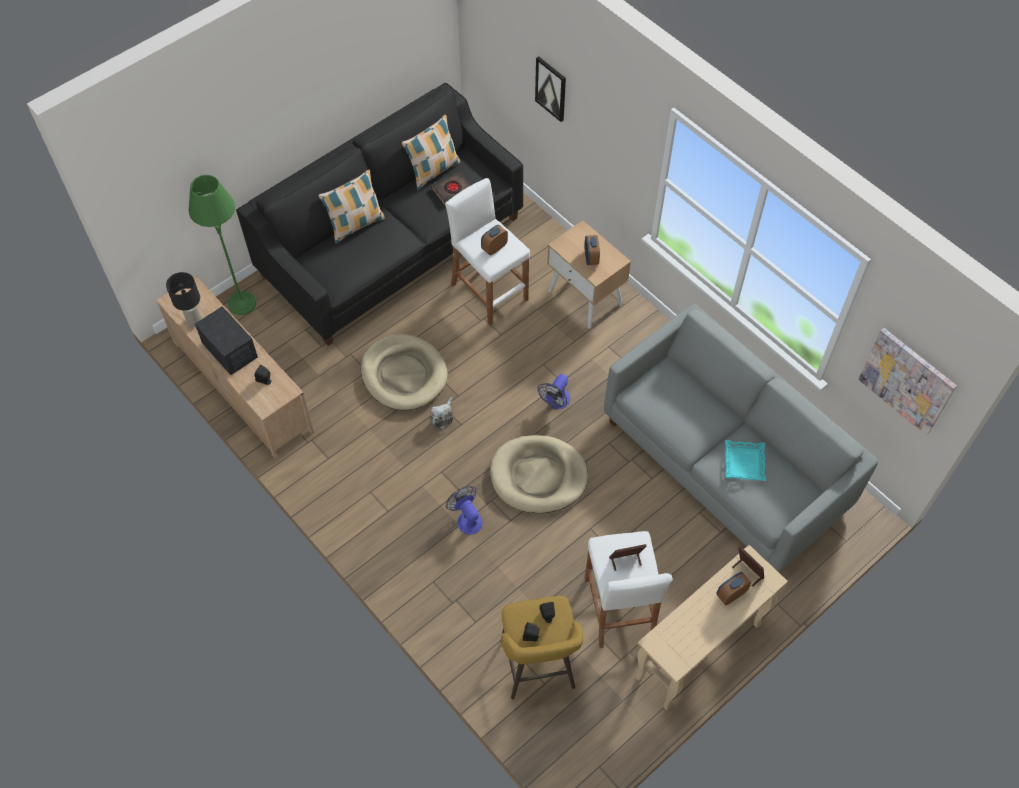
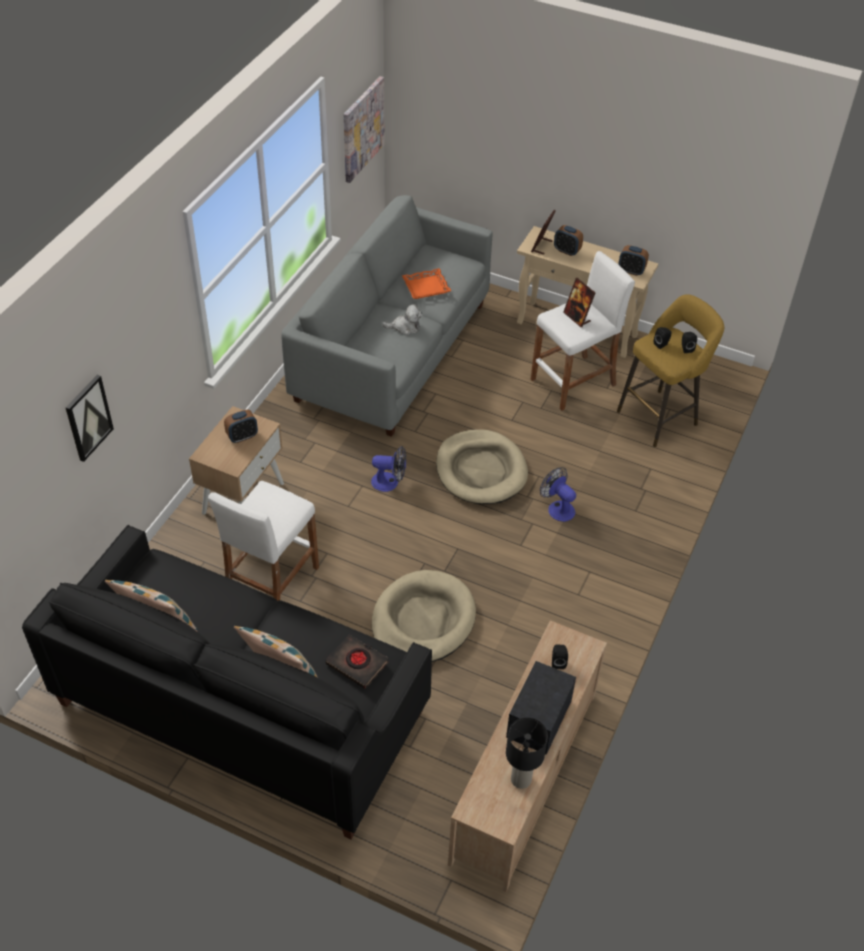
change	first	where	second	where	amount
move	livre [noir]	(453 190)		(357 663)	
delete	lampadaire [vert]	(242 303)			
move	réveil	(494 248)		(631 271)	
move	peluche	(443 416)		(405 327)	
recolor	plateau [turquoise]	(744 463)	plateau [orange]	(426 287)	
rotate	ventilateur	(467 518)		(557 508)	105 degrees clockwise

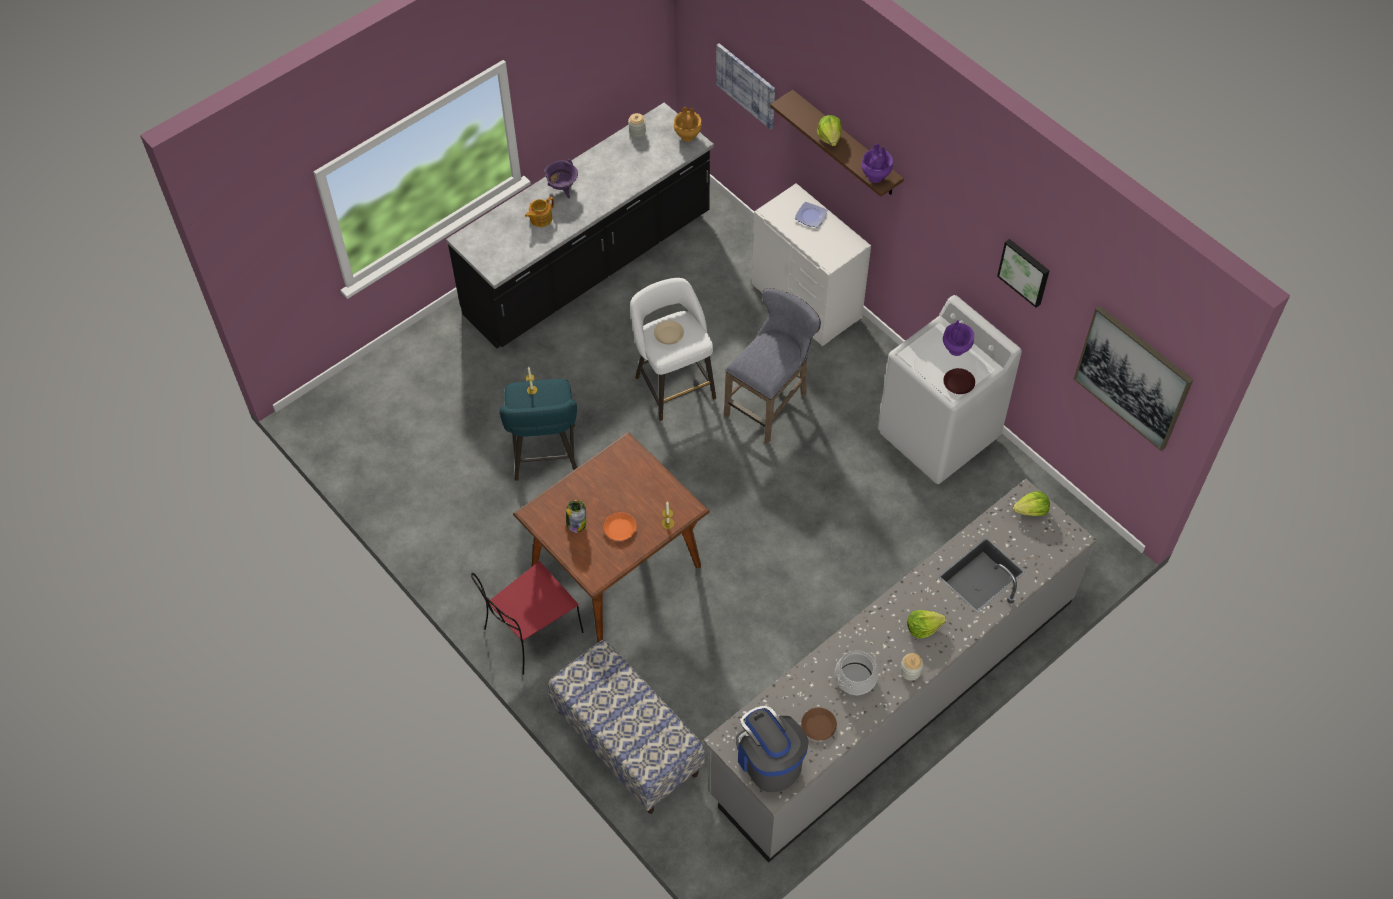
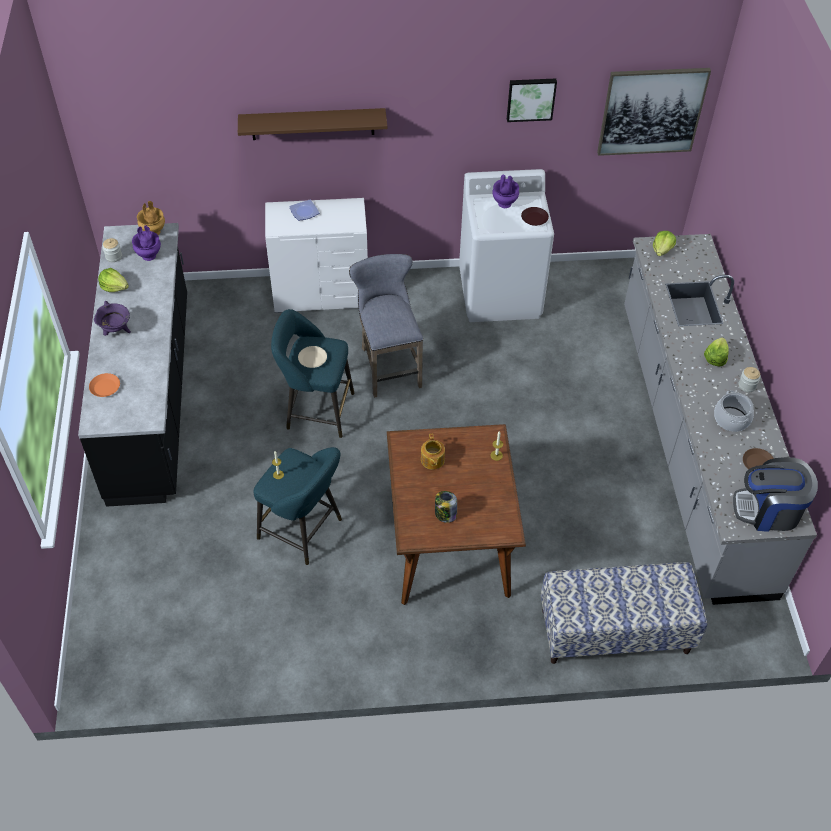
change	first	where	second	where	amount
delete	tableau	(746 85)			
move	laitue	(830 137)		(114 287)	
move	vase [violet]	(876 177)		(149 255)	
move	théière	(540 218)		(432 460)	
recolor	tabouret [blanc]	(673 384)	tabouret [turquoise]	(316 410)	
move	assiette [orange]	(620 528)		(105 387)	
delete	chaise [rouge]	(531 632)			

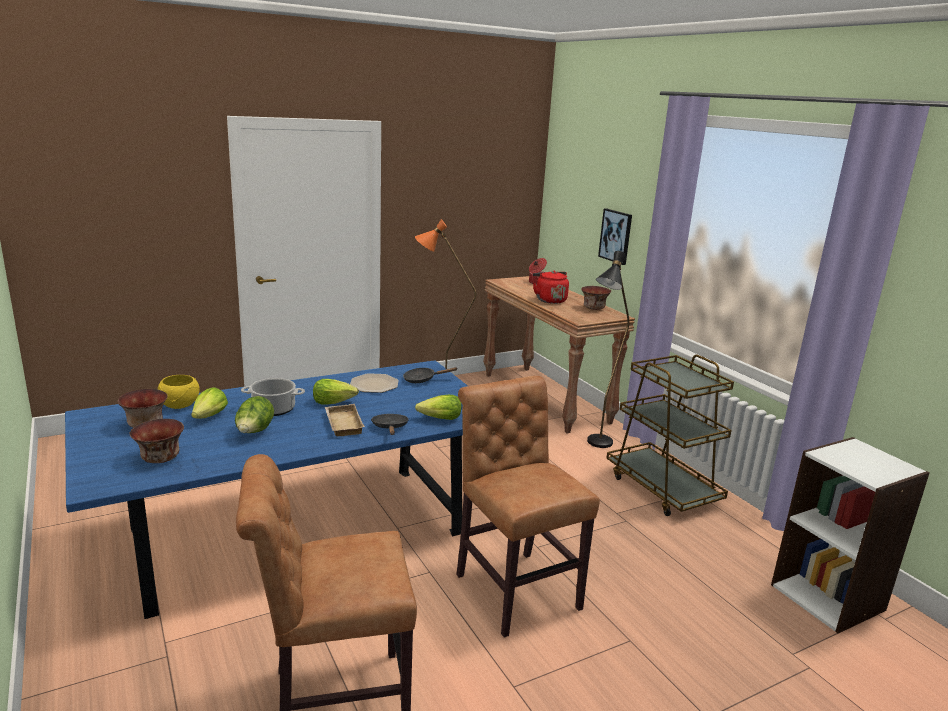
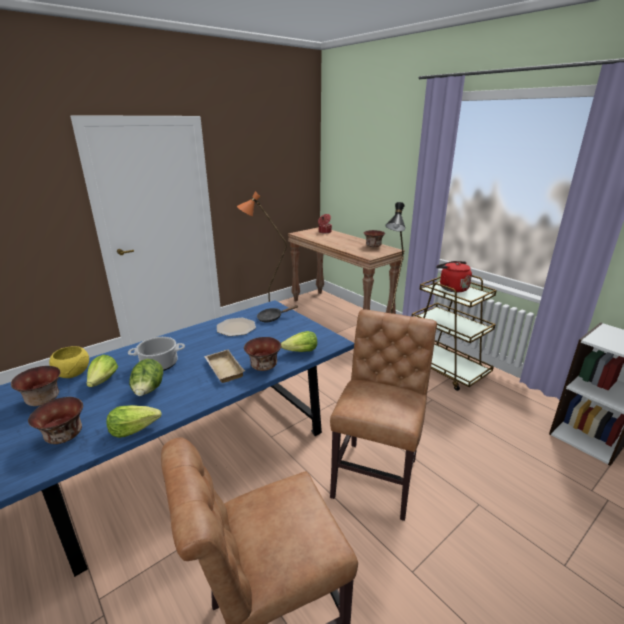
change	first	where	second	where	amount
delete	tableau	(616 236)			
move	bouilloire [rouge]	(549 300)		(451 288)	
rotate	chaise [marron]	(513 588)		(376 474)	60 degrees clockwise
move	laitue	(333 402)		(134 429)	
replace	poêle [noir]	(390 428)	bol	(264 366)	

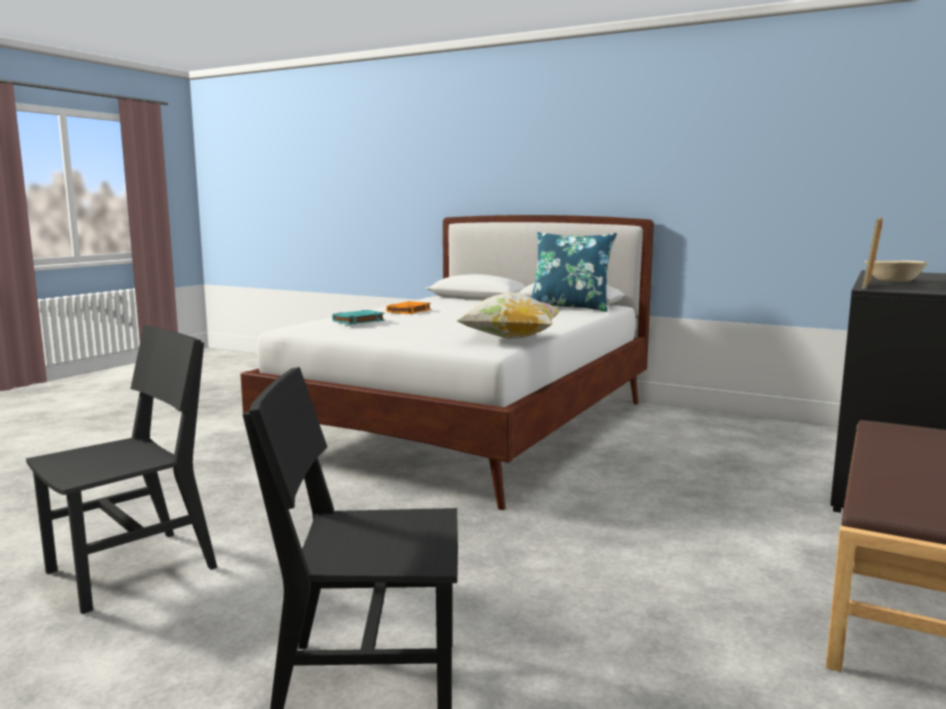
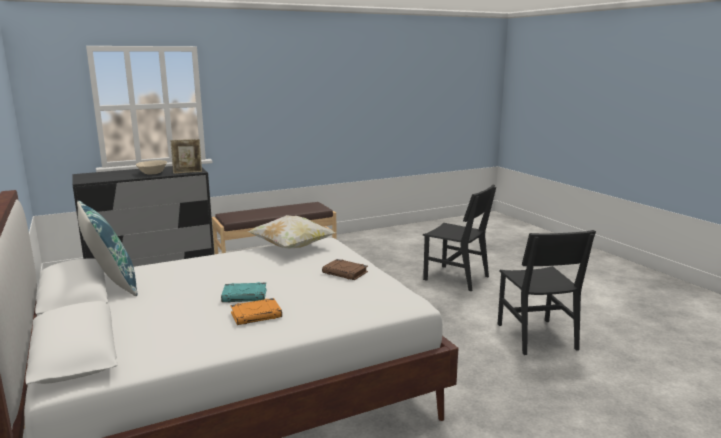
change	first	where	second	where	amount
move	livre [turquoise]	(358 321)		(245 296)	
rotate	chaise [noir]	(132 569)		(536 336)	90 degrees counterclockwise
insert			livre [marron]	(345 272)	

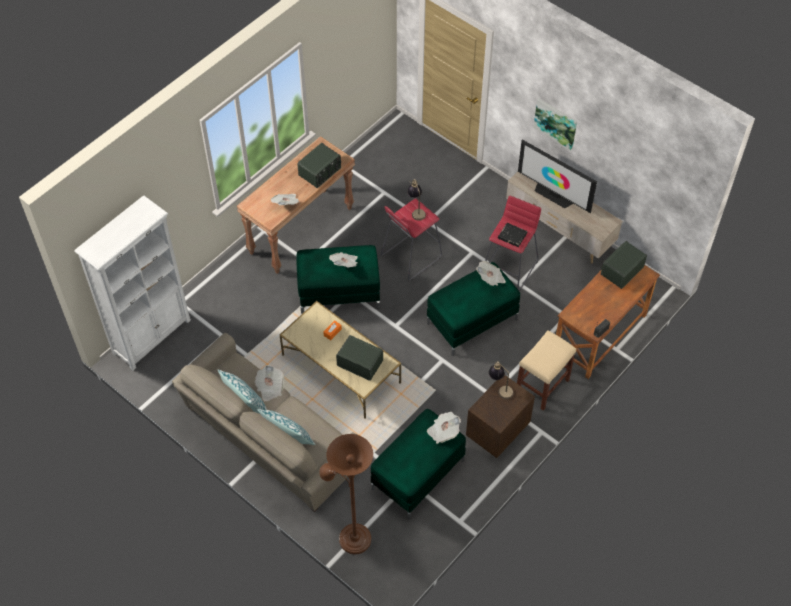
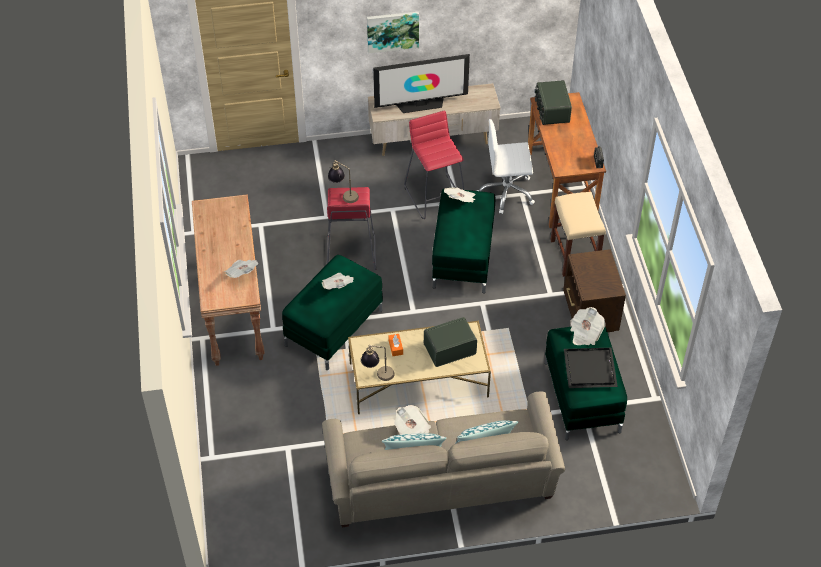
change	first	where	second	where	amount
delete	radio	(320 172)			
delete	bibliothèque [blanc]	(152 336)			
delete	livre [noir]	(512 236)			
move	lampe de table	(500 389)		(378 375)	
delete	lampadaire [marron]	(351 536)			
insert			chaise de bureau [blanc]	(506 192)	
insert			plateau [noir]	(591 369)	

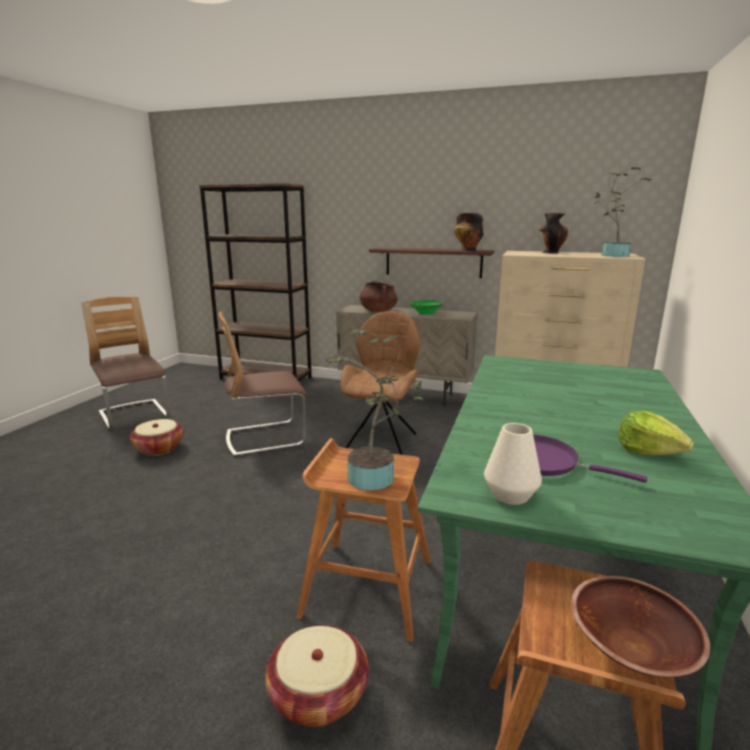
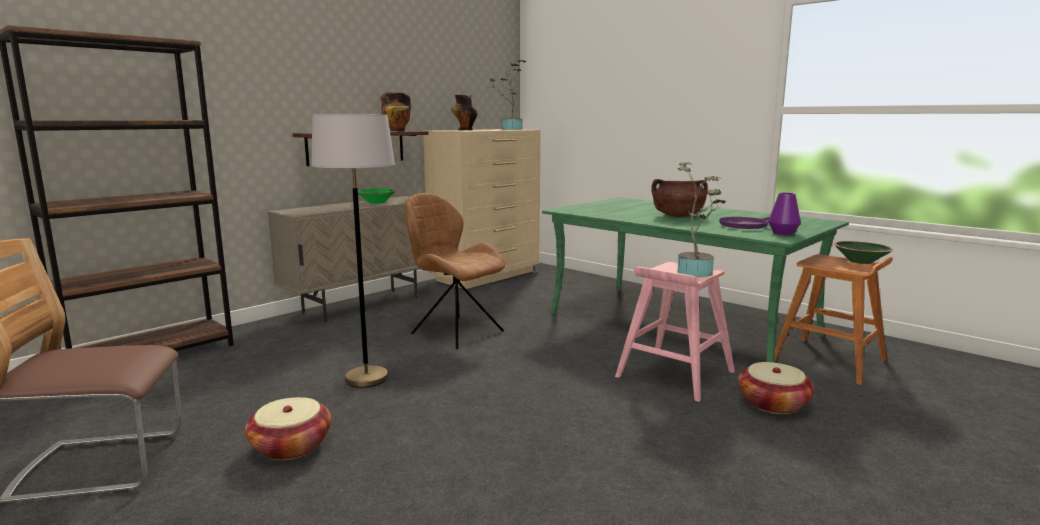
change	first	where	second	where	amount
move	marmite [marron]	(378 311)		(678 216)	
replace	chaise	(265 438)	lampadaire [gris]	(366 378)	
delete	laitue	(648 451)			
recolor	vase [blanc]	(510 495)	vase [violet]	(783 233)	
recolor	tabouret [marron]	(366 586)	tabouret [rose]	(674 374)	
recolor	bol [marron]	(630 649)	bol [vert]	(860 261)	

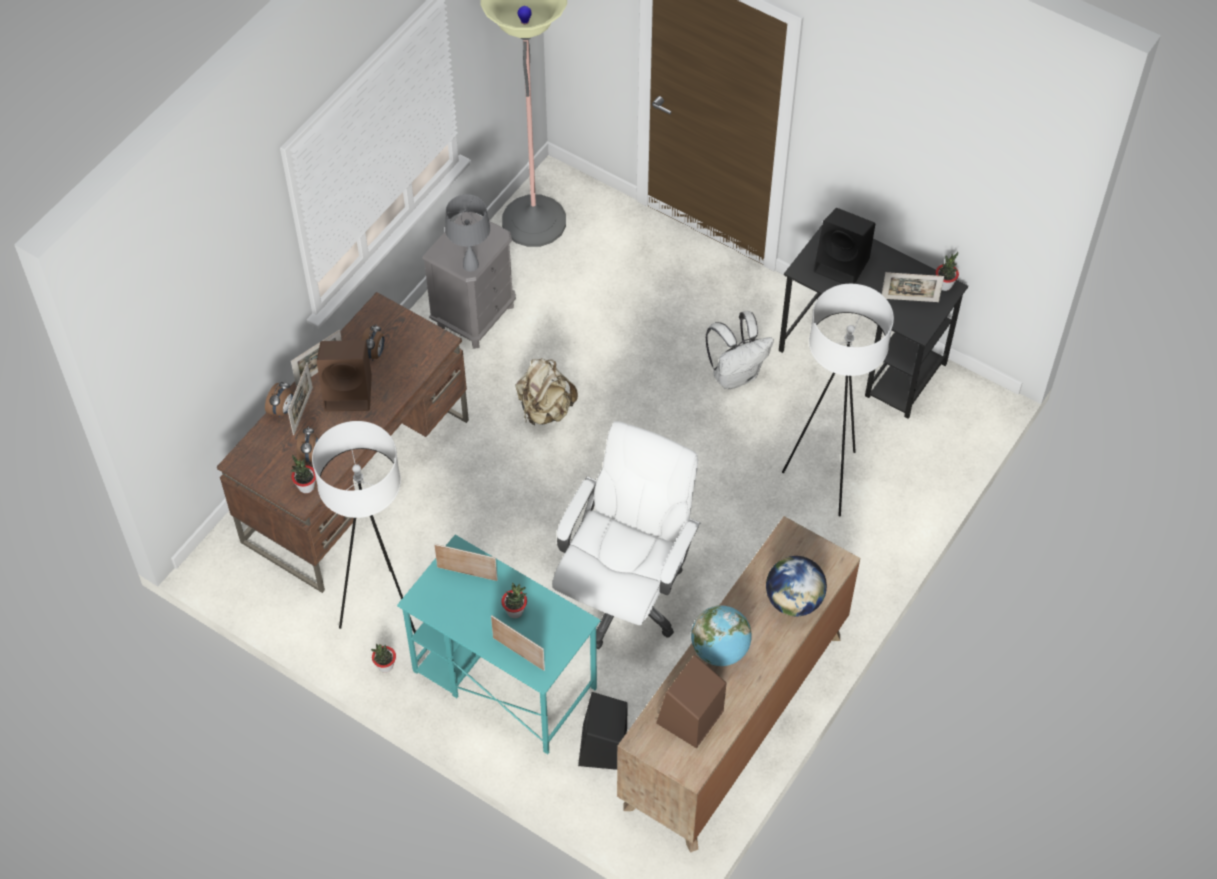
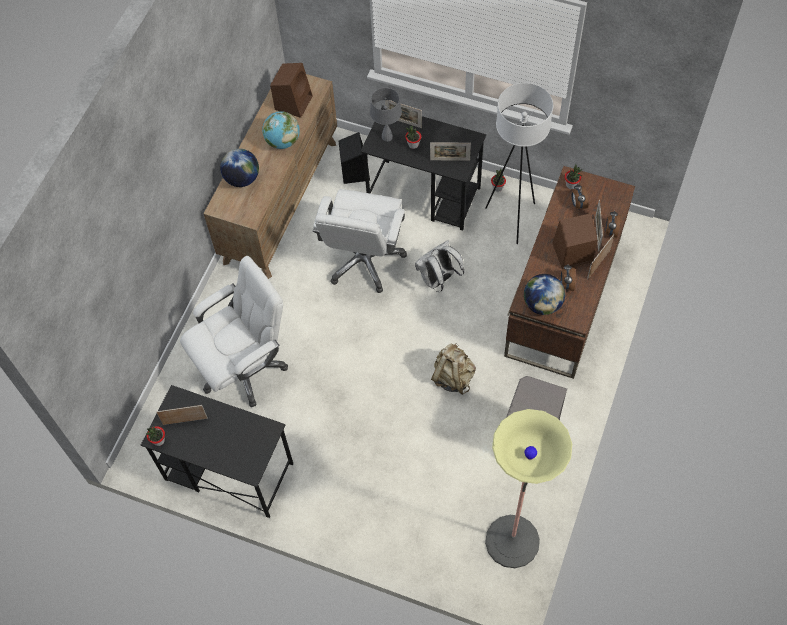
change	first	where	second	where	amount
move	lampe de table [gris]	(470 265)		(387 137)	
delete	enceinte [noir]	(843 265)			
replace	lampadaire [blanc]	(826 479)	chaise de bureau [blanc]	(244 367)	
move	sac à dos [blanc]	(736 375)		(438 280)	
recolor	bureau [turquoise]	(503 679)	bureau [noir]	(424 195)	
insert			globe	(542 304)	

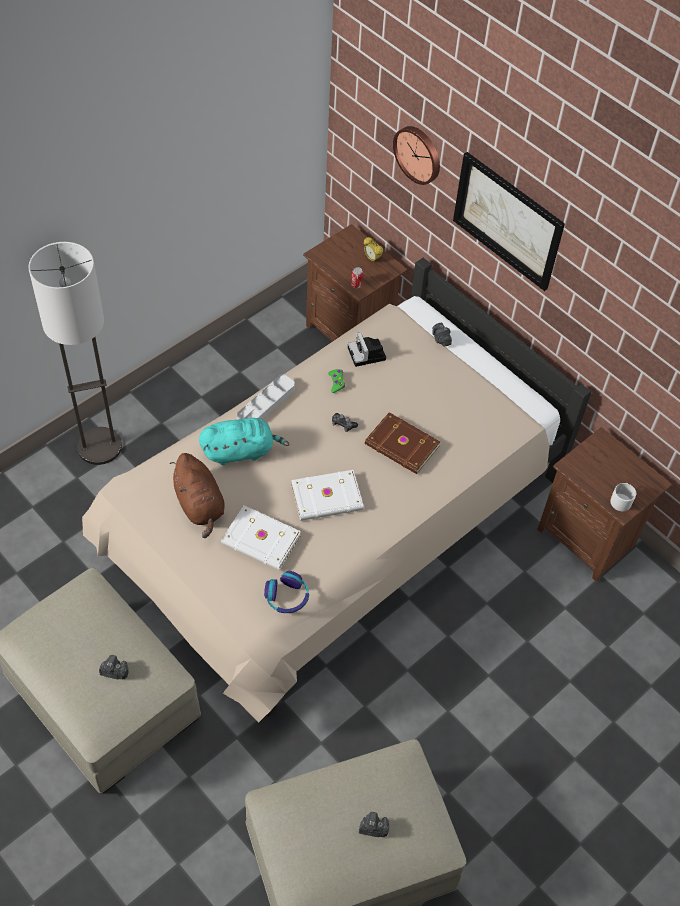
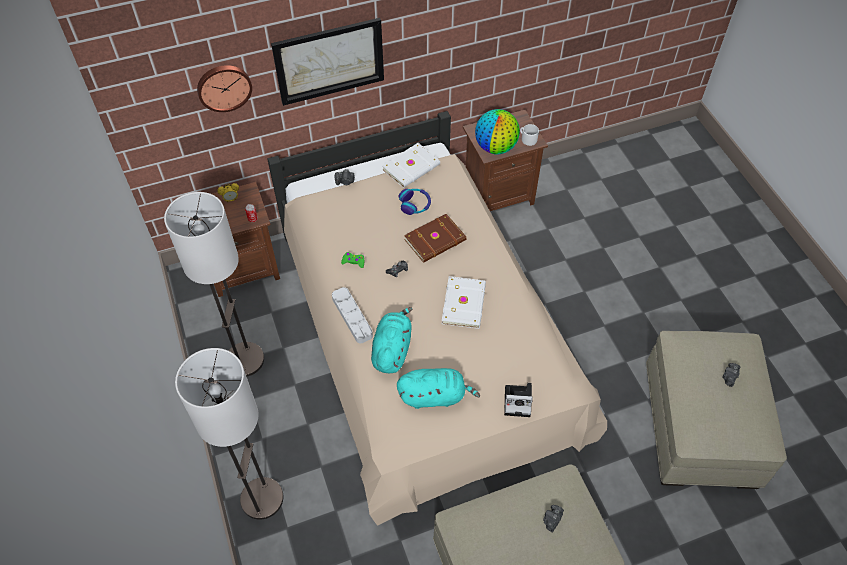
change	first	where	second	where	amount
move	appareil photo	(367 355)		(519 401)	
recolor	peluche [marron]	(200 505)	peluche [turquoise]	(434 396)	
move	livre [blanc]	(261 541)		(412 167)	
move	casque audio	(287 597)		(415 204)	
insert			globe	(496 147)	
insert			lampadaire	(244 359)	

